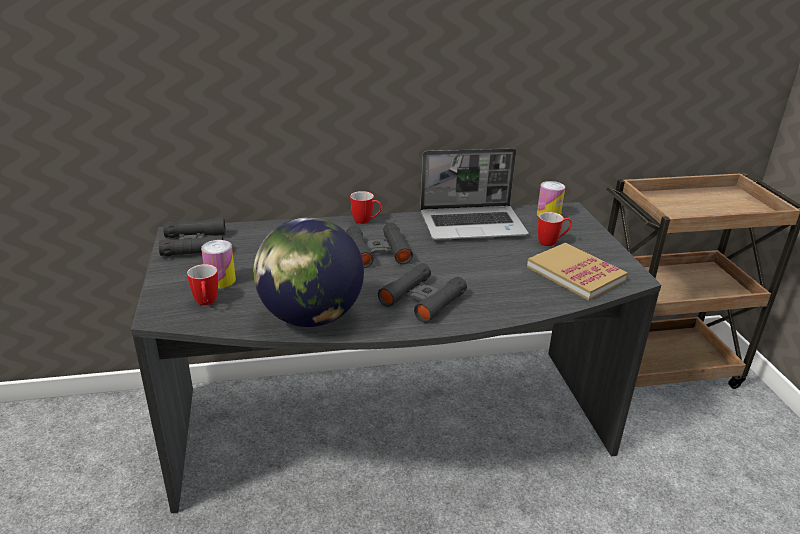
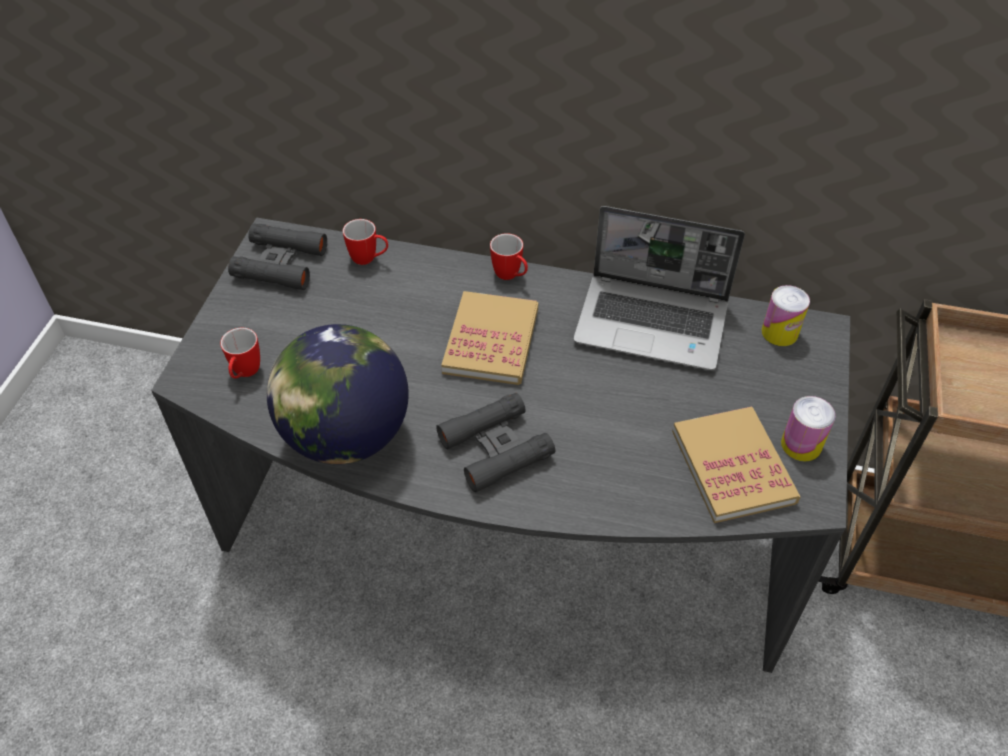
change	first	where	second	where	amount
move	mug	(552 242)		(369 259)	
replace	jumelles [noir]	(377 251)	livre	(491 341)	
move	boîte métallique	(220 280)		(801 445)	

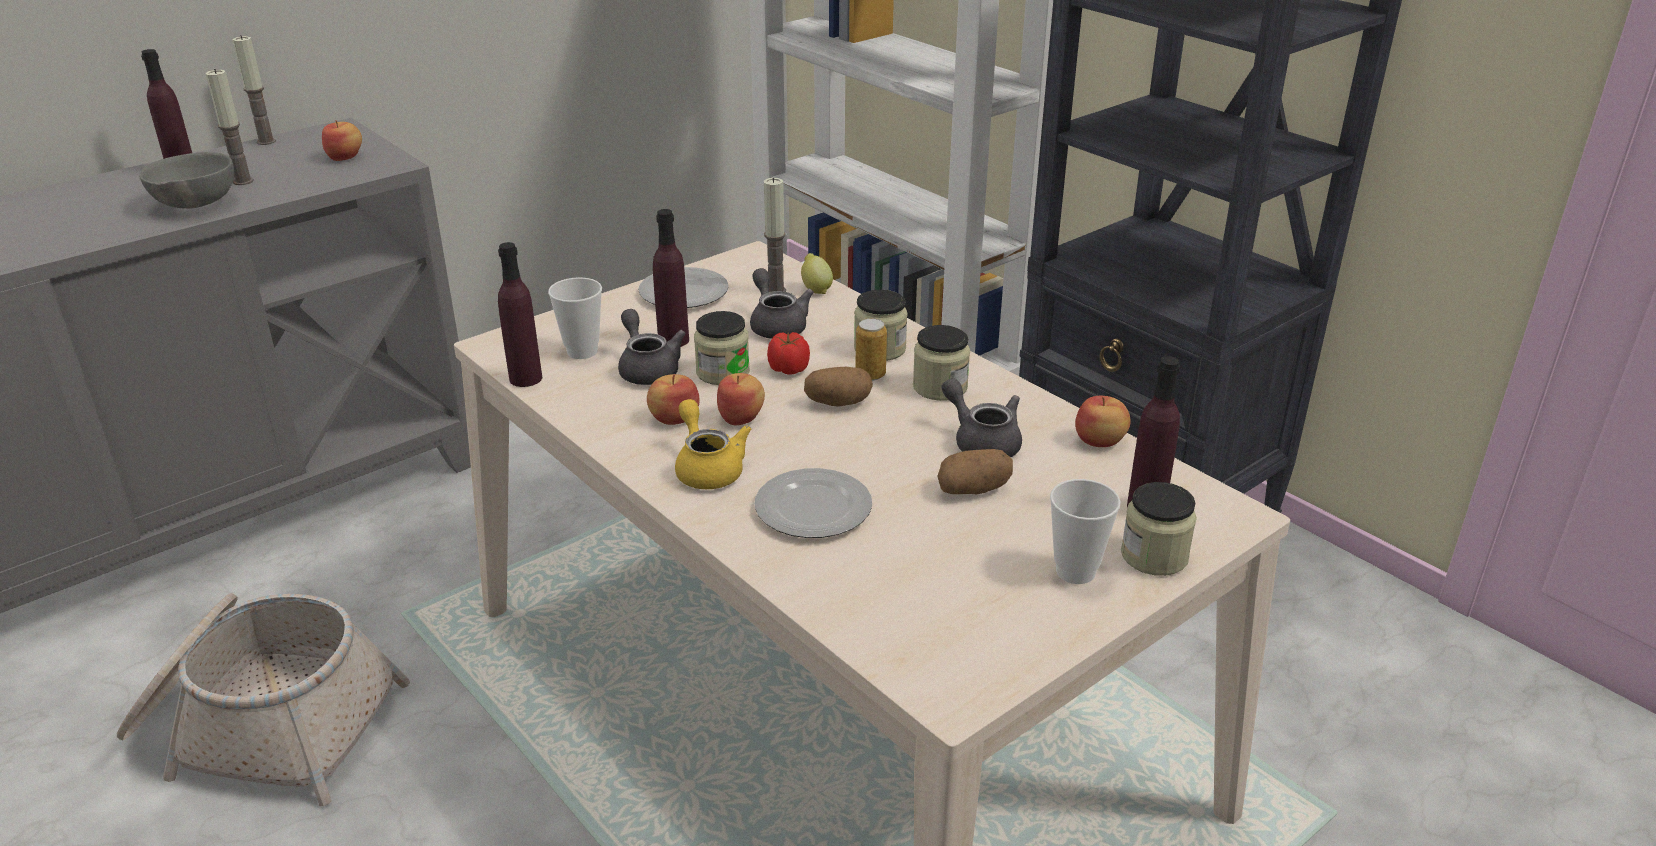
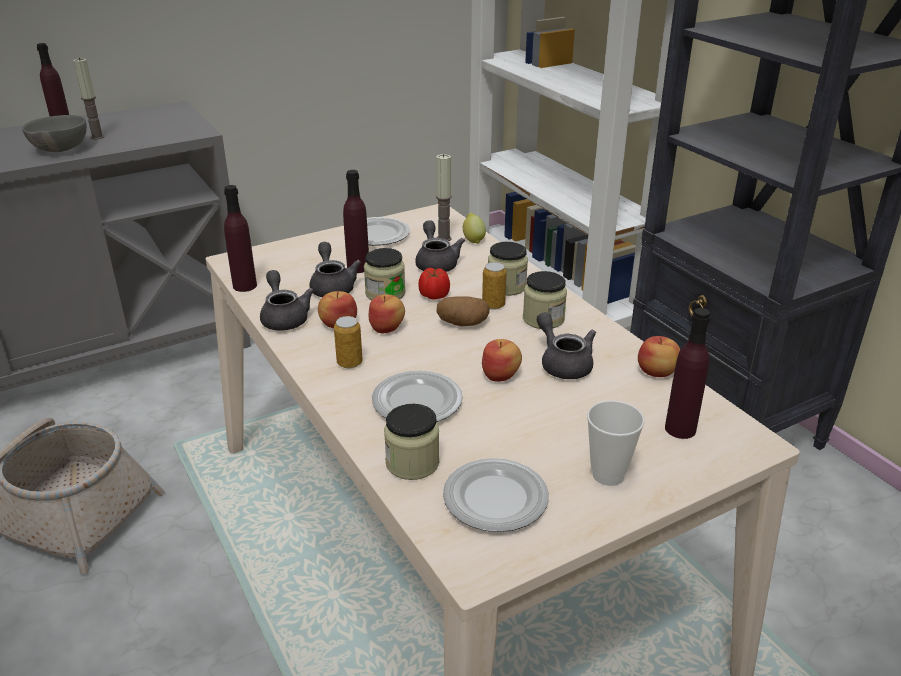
change	first	where	second	where	amount
delete	bougie	(266 141)			
move	pomme	(345 157)		(501 375)	
delete	tasse	(582 351)			
replace	théière [jaune]	(708 468)	boîte métallique	(349 363)	
delete	pomme de terre	(973 489)			
move	bocal	(1154 556)		(412 463)	
insert			théière [gris]	(284 317)	
insert			assiette	(494 498)	

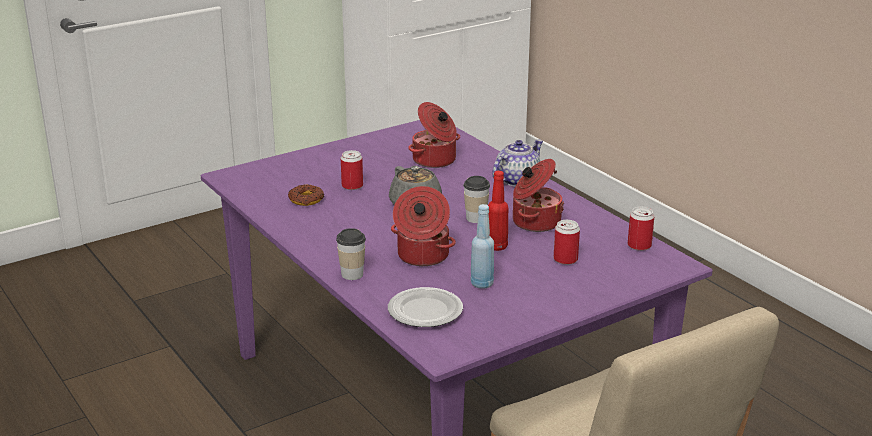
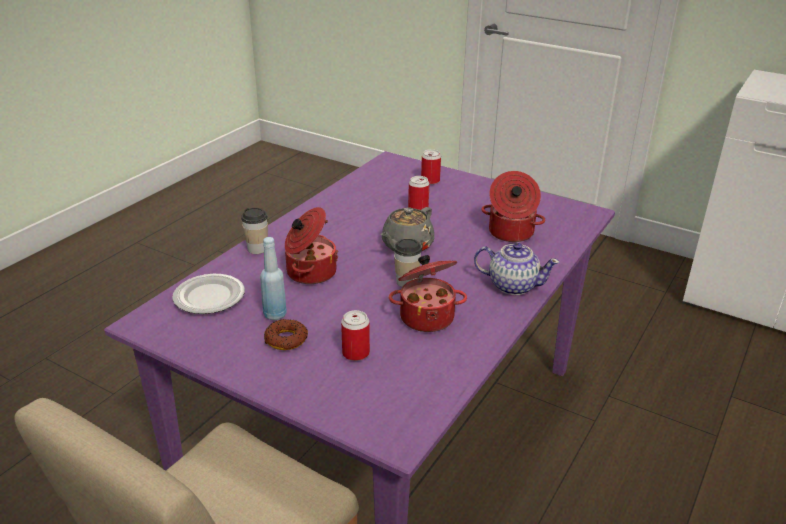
change	first	where	second	where	amount
delete	bouteille [rouge]	(496 246)			
move	beignet	(306 199)		(286 339)	
move	boîte métallique	(639 246)		(430 181)	

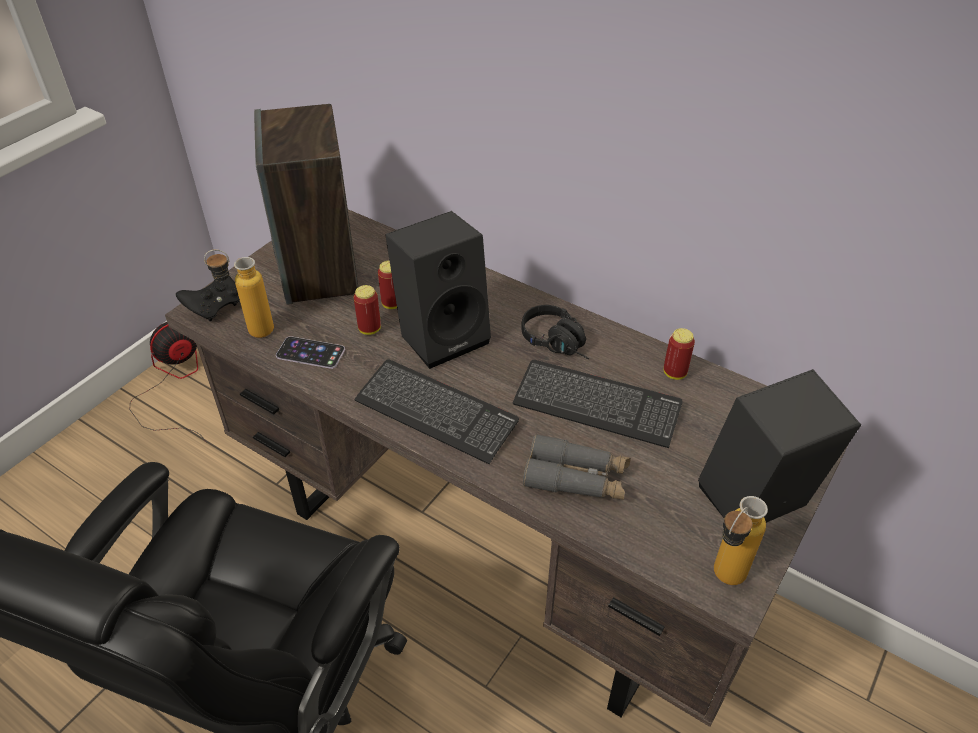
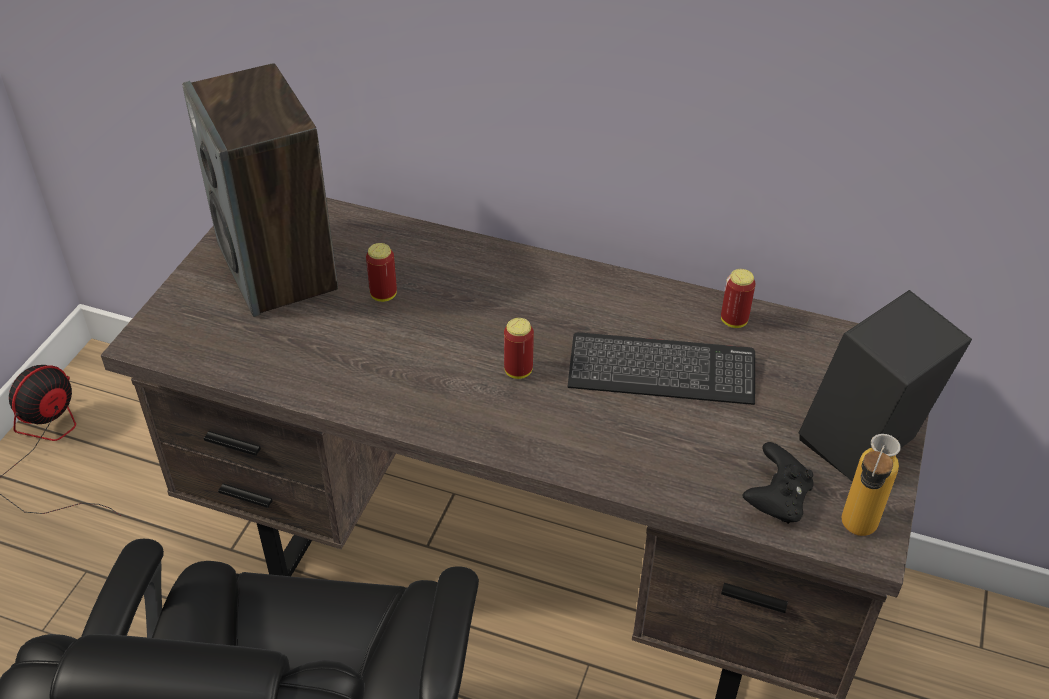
change	first	where	second	where	amount
delete	enceinte [noir]	(443 334)			
delete	bouteille	(250 332)			
move	manette [noir]	(215 307)		(776 500)	
move	boîte métallique	(369 329)		(518 371)	
delete	casque audio [noir]	(559 344)			
delete	téléphone	(310 353)			
delete	clavier	(436 412)			
delete	jumelles [gris]	(576 478)			

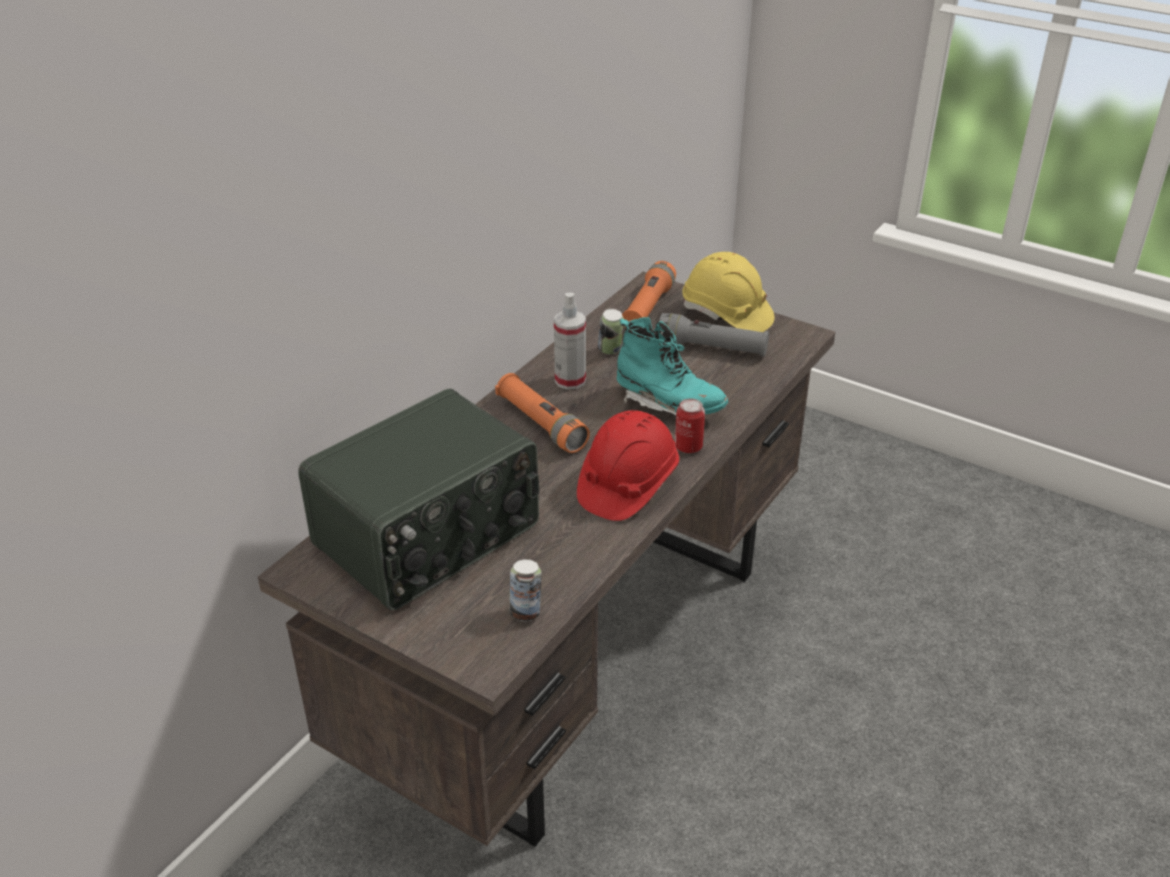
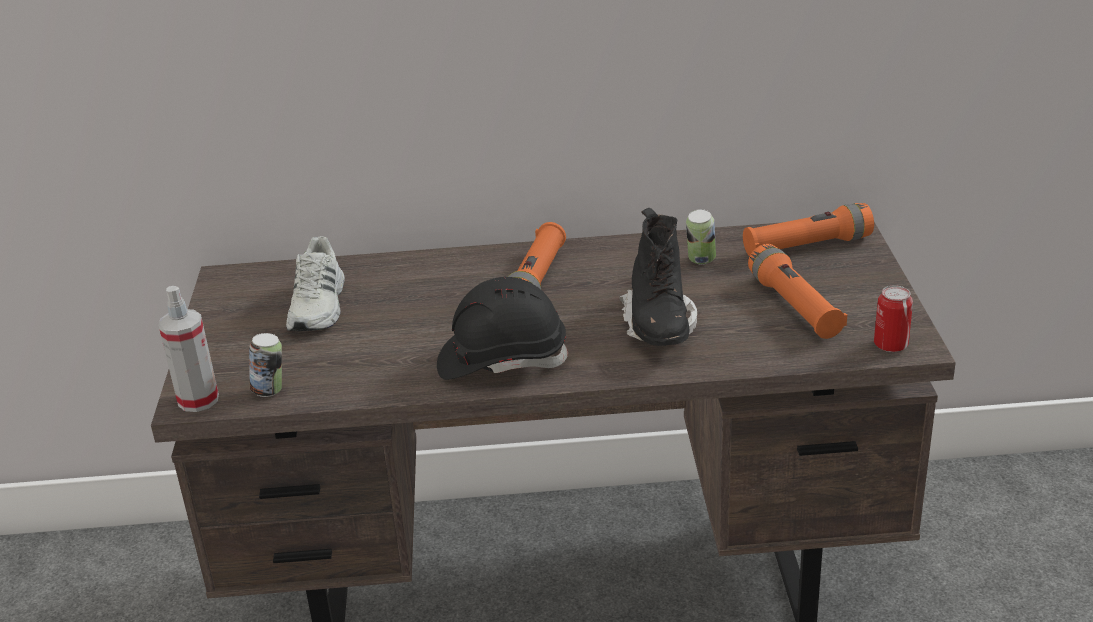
change	first	where	second	where	amount
delete	casque de chantier [jaune]	(726 315)			
move	vaporisateur	(570 380)		(198 400)	
recolor	lampe de poche [gris]	(712 348)	lampe de poche [orange]	(794 307)	
recolor	botte [turquoise]	(669 404)	botte [noir]	(659 326)	
replace	radio	(429 537)	chaussure [blanc]	(319 306)	
move	boîte métallique	(688 447)		(890 345)	
recolor	casque de chantier [rouge]	(627 485)	casque de chantier [noir]	(502 360)	

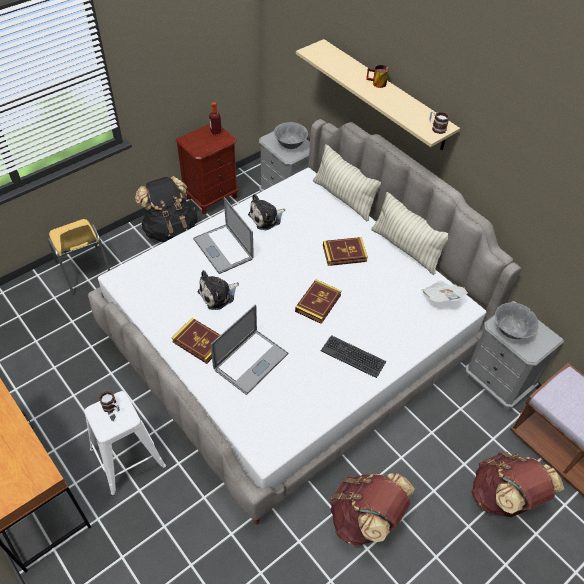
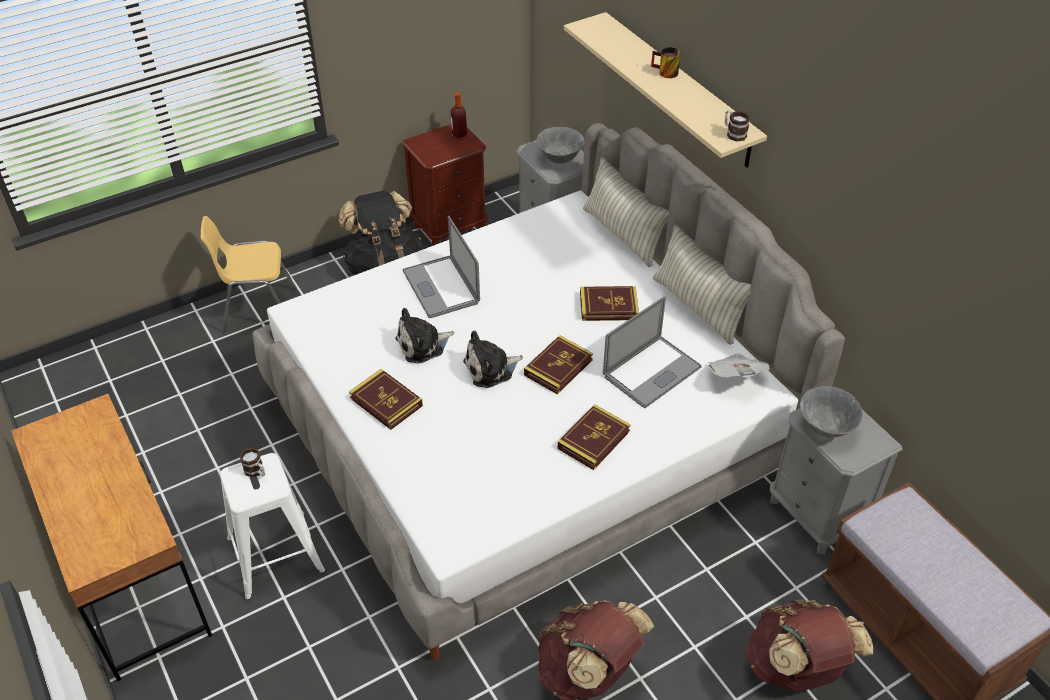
change	first	where	second	where	amount
move	peluche	(266 218)		(491 369)	
rotate	chaise [jaune]	(84 271)		(259 310)	105 degrees clockwise
move	ordinateur portable	(251 361)		(651 371)	
replace	clavier	(353 356)	livre	(593 440)	

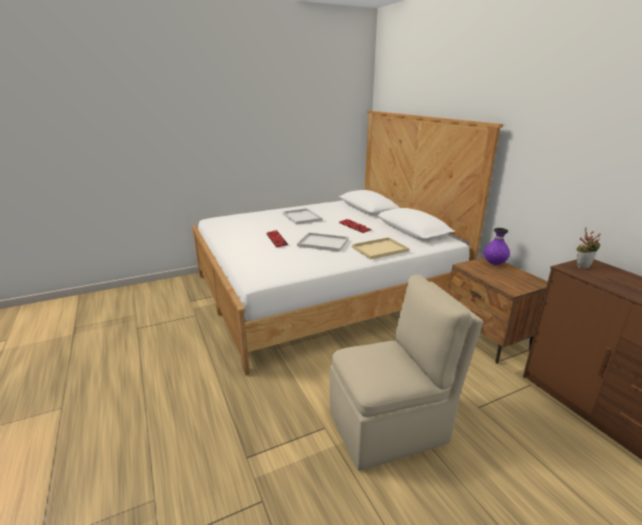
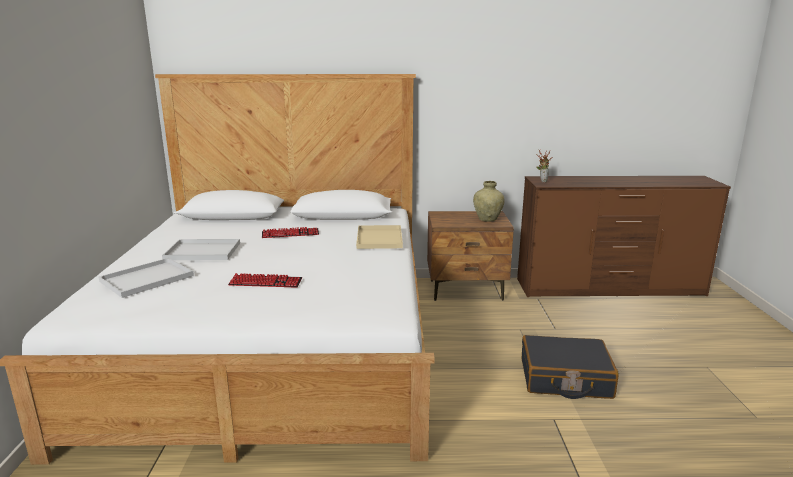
change	first	where	second	where	amount
delete	vase [violet]	(494 264)			
move	plateau [blanc]	(324 243)		(148 278)	
replace	chaise [beige]	(391 426)	valise [noir]	(565 379)	
insert			vase [beige]	(487 219)	

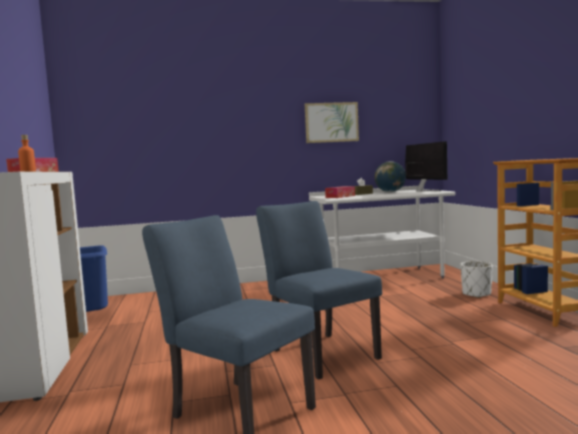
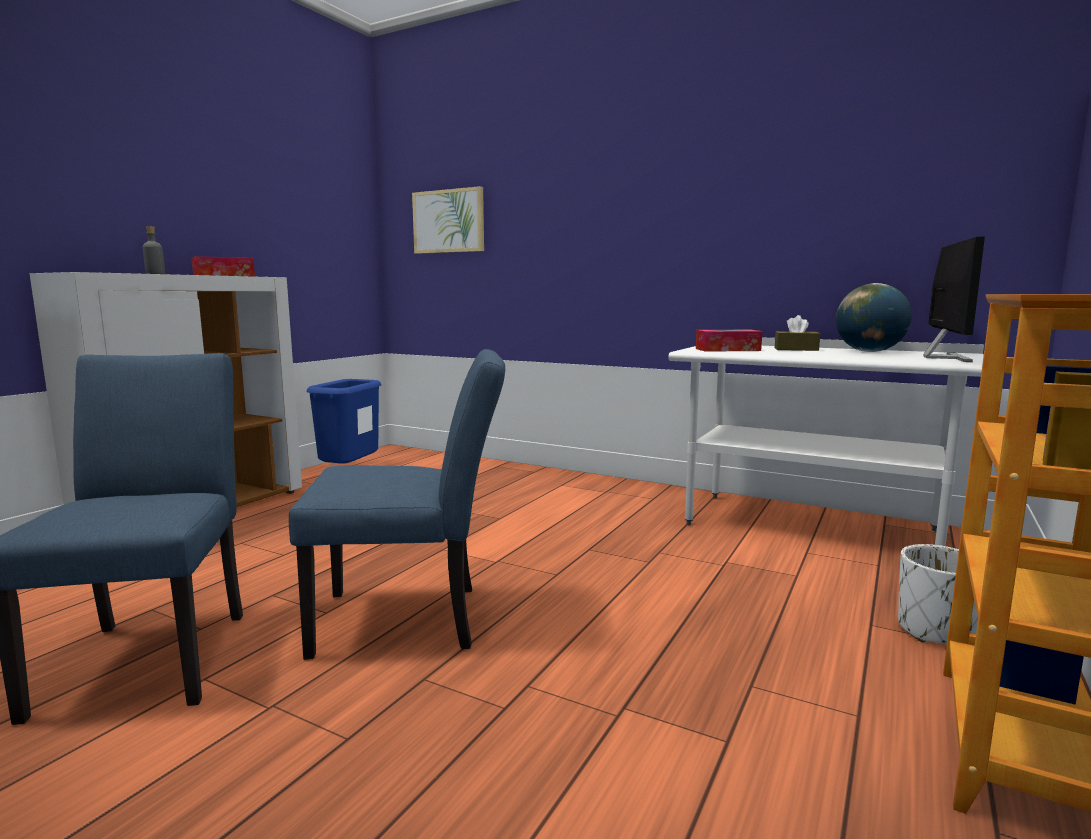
change	first	where	second	where	amount
move	tableau	(331 122)		(449 221)	
recolor	bouteille [orange]	(28 171)	bouteille [gris]	(155 273)	
rotate	chaise [bleu]	(320 352)		(413 619)	75 degrees clockwise

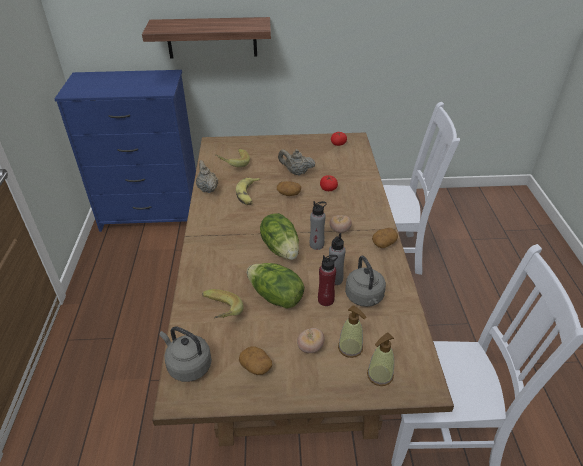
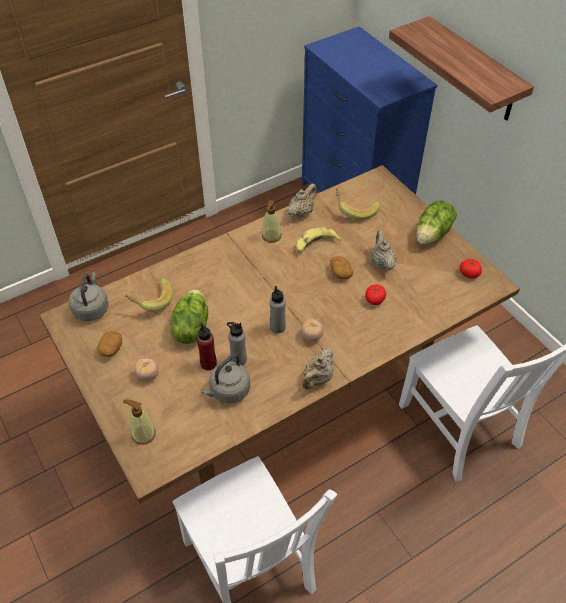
change	first	where	second	where	amount
move	laitue	(281 248)		(433 234)	
replace	pomme de terre	(384 243)	théière [beige]	(317 379)	
move	distributeur de savon	(350 348)		(271 236)	

